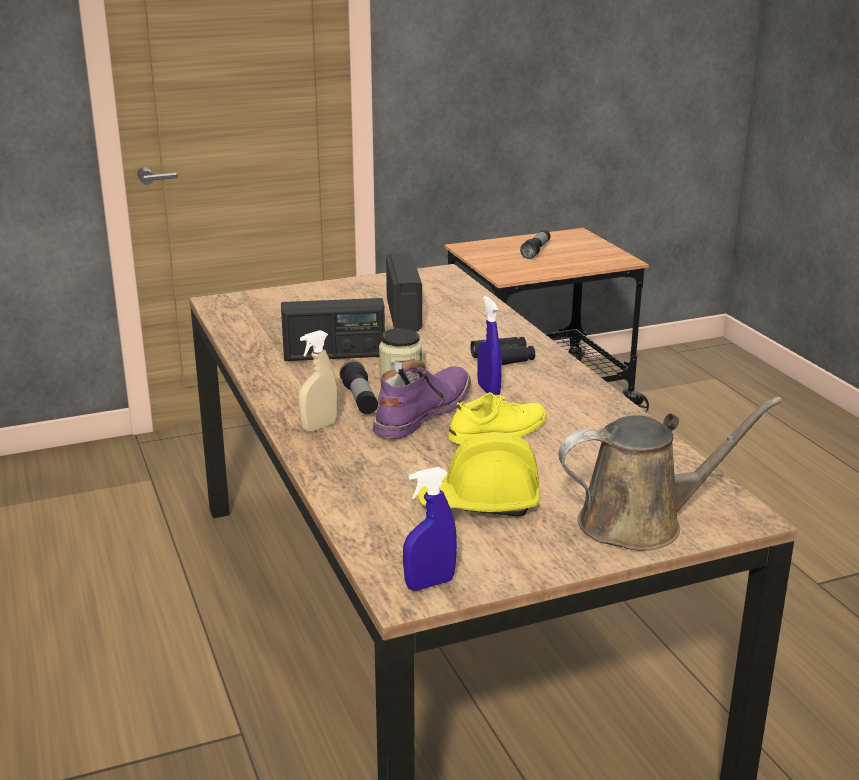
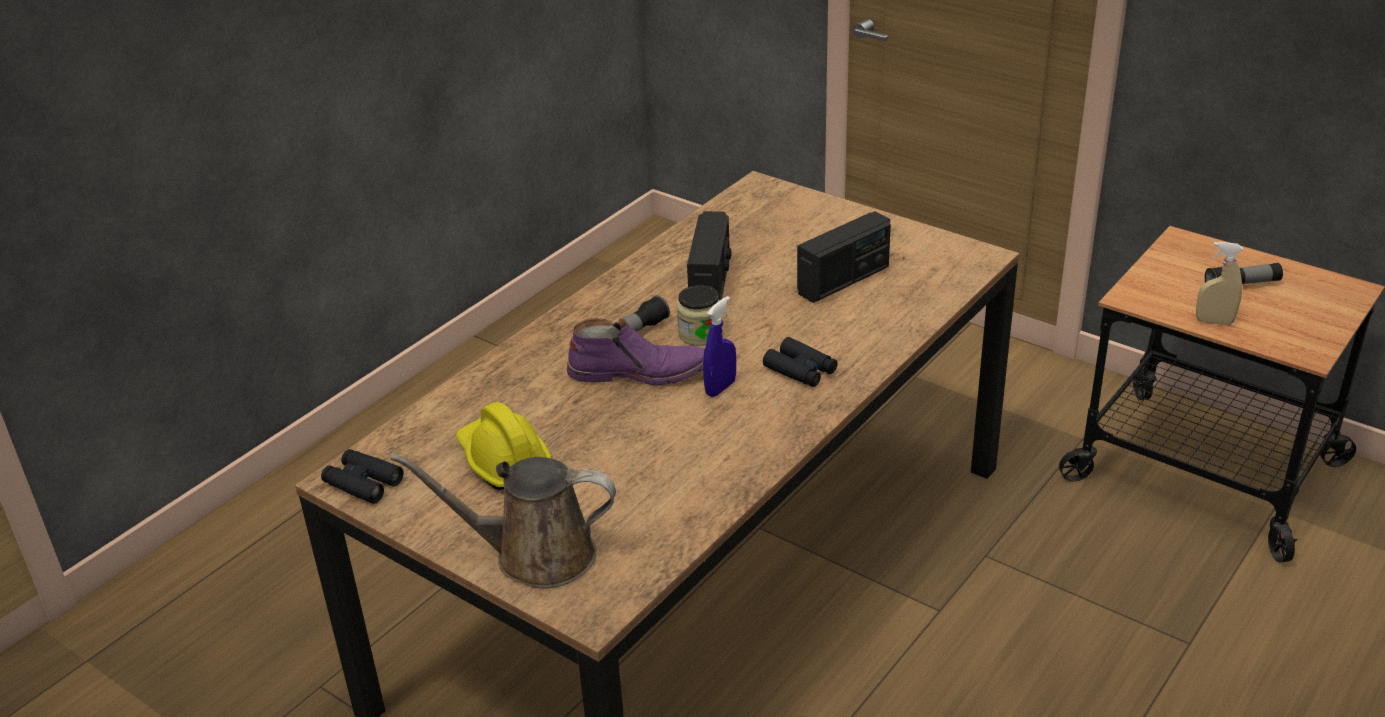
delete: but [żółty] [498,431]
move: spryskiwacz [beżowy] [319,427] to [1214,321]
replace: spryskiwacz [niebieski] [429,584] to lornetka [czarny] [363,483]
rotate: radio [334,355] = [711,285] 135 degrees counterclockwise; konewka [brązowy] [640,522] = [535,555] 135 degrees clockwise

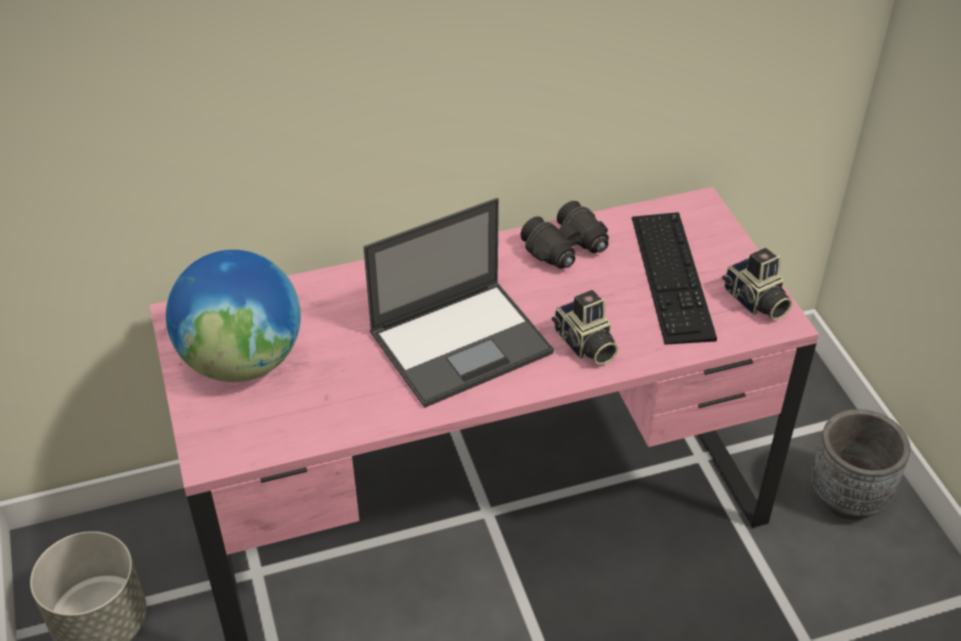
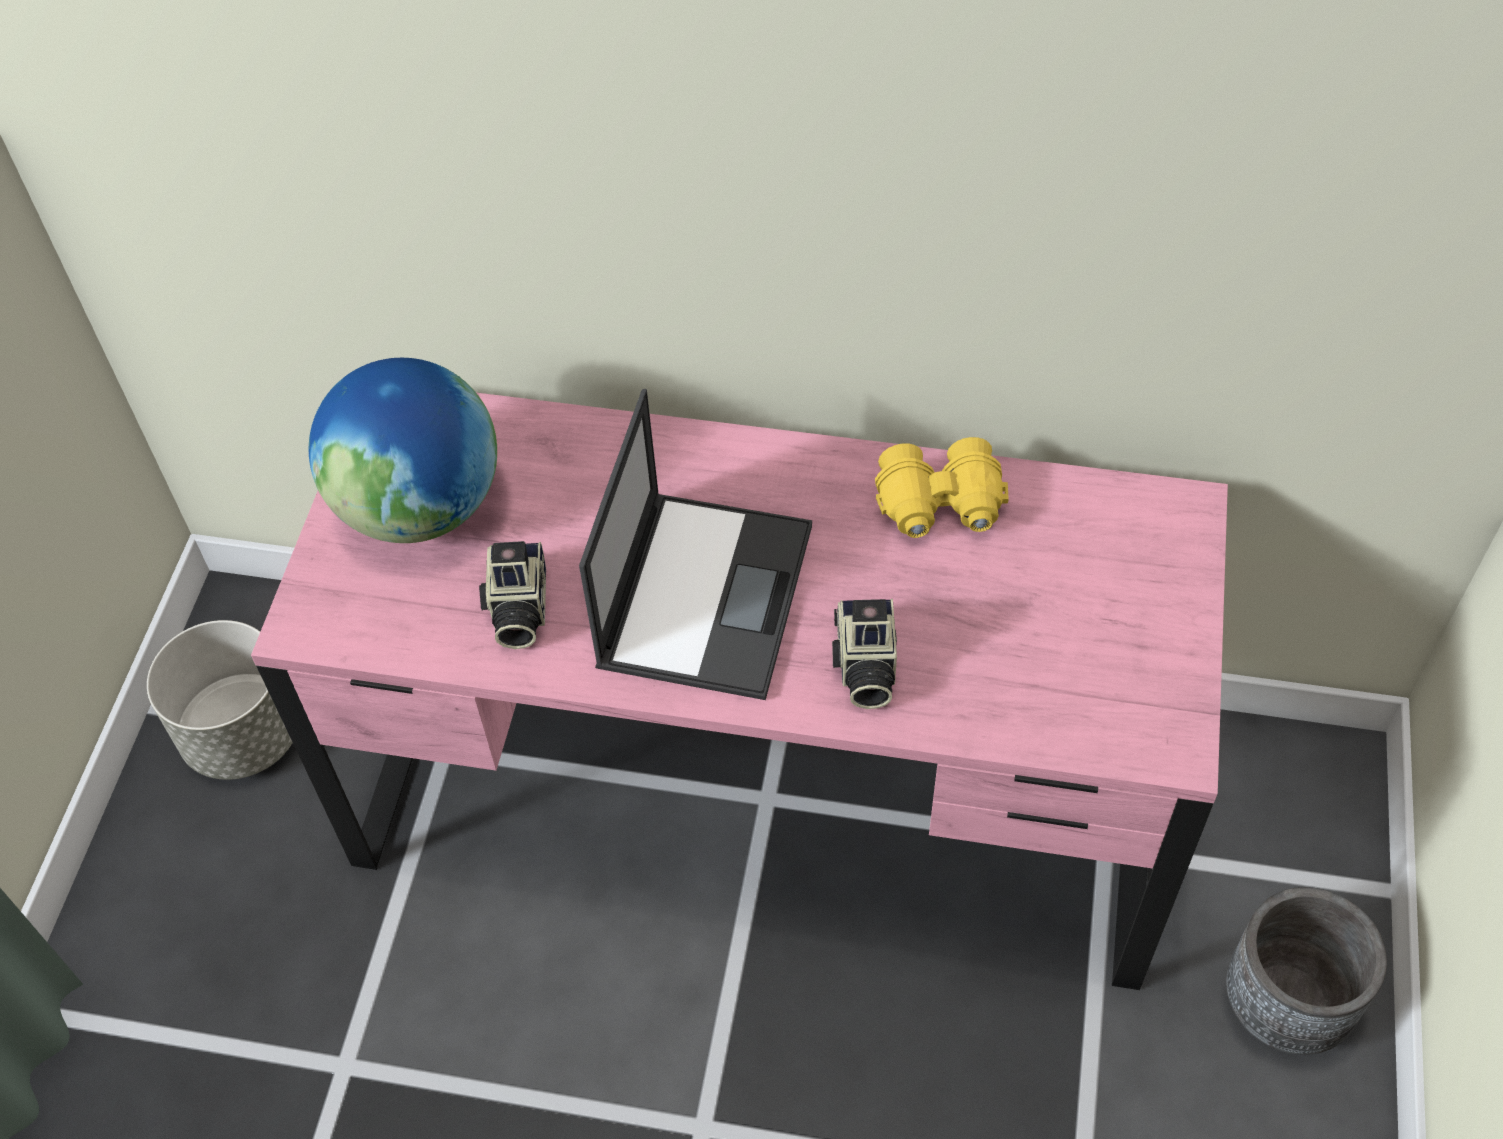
delete: klawiatura [671,276]
move: aparat fotograficzny [755,302] to [517,609]
recolor: lornetka [czarny] [567,249] to lornetka [żółty] [941,506]
rotate: laptop [462,342] = [706,593] 75 degrees counterclockwise

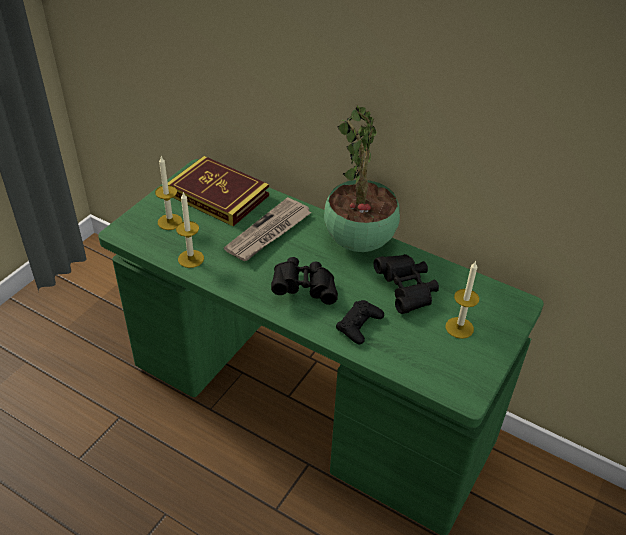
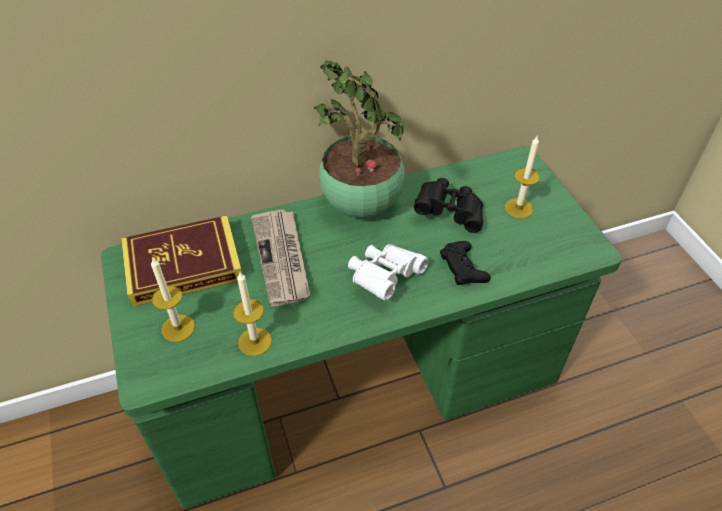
recolor: lornetka [czarny] [304,289] to lornetka [biały] [384,278]

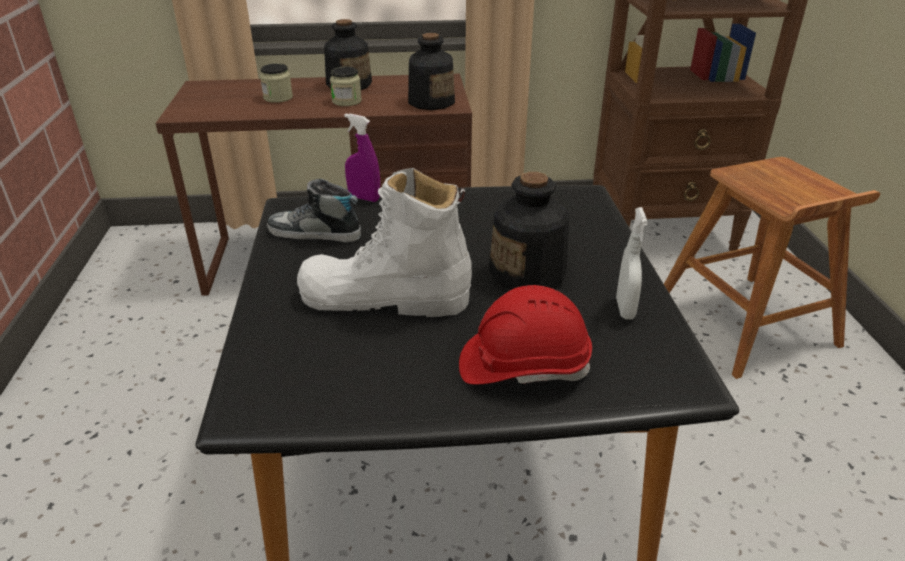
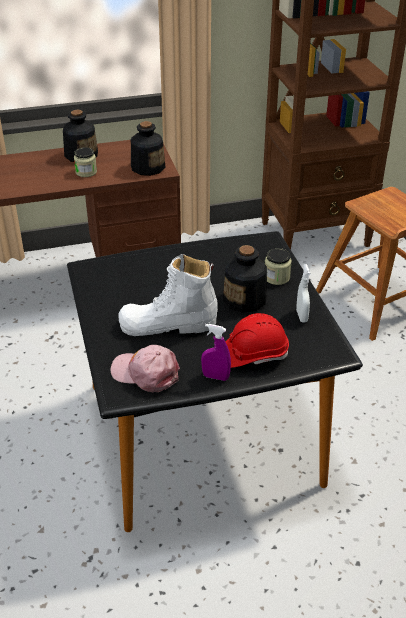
delete: but [314,233]
insert: czapka z daszkiem [różowy] [146,373]
move: słoik [278,98] to [276,277]; spryskiwacz [fioletowy] [364,198] to [215,377]

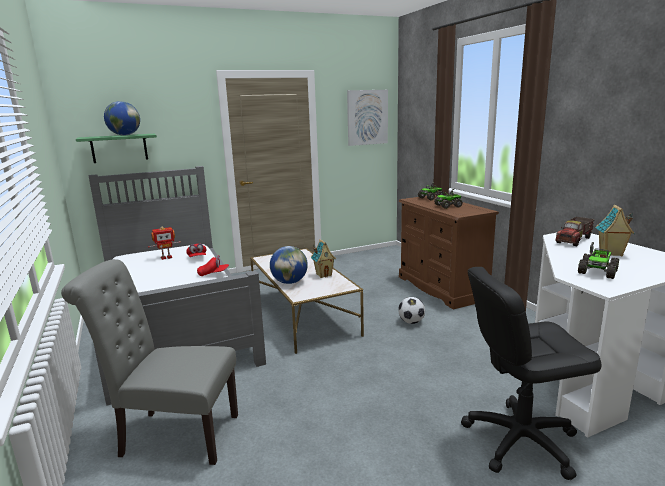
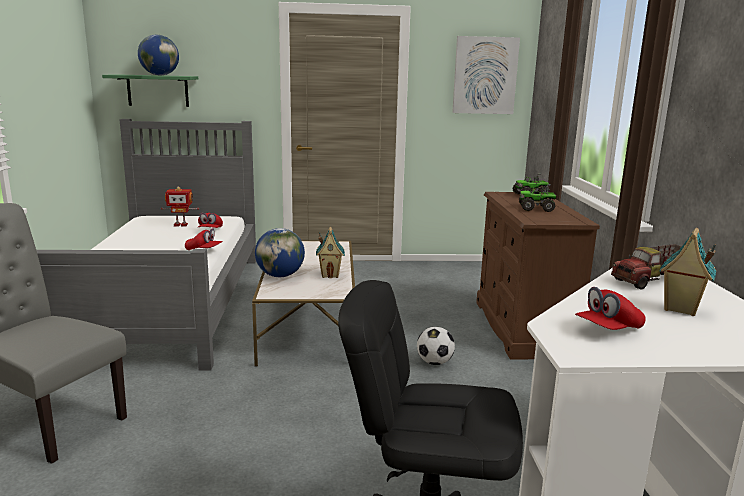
replace: ciężarówka zabawkowa [597,272] to czapka z daszkiem [czerwony] [608,329]

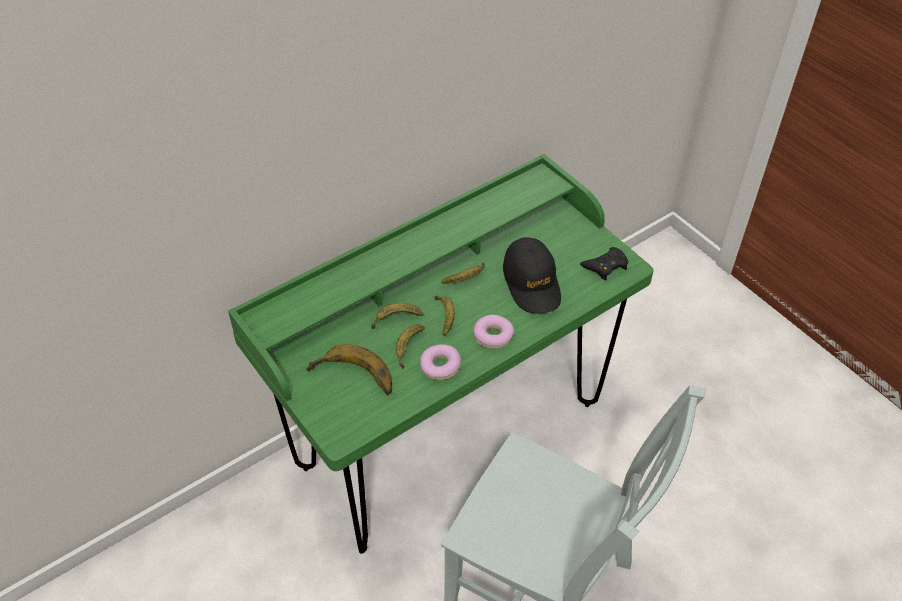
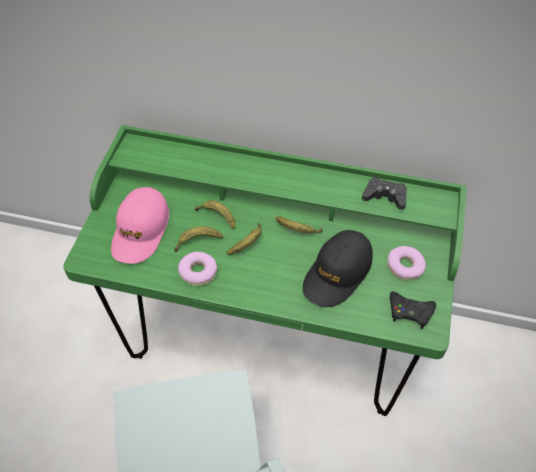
insert: pad do gier [czarny] [384,196]
move: donut [493,336] to [405,266]
replace: banan [352,379] to czapka z daszkiem [różowy] [141,231]

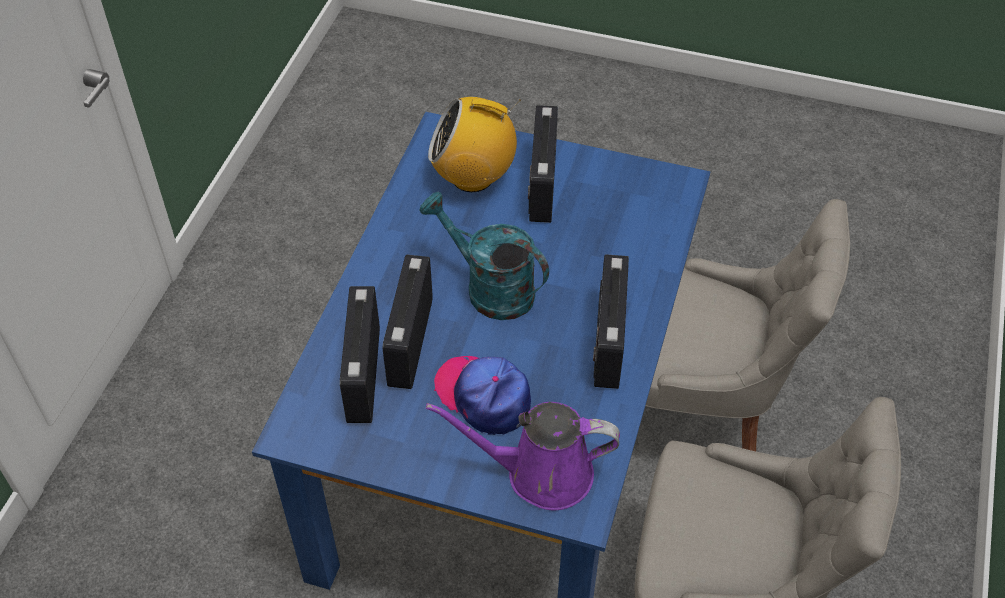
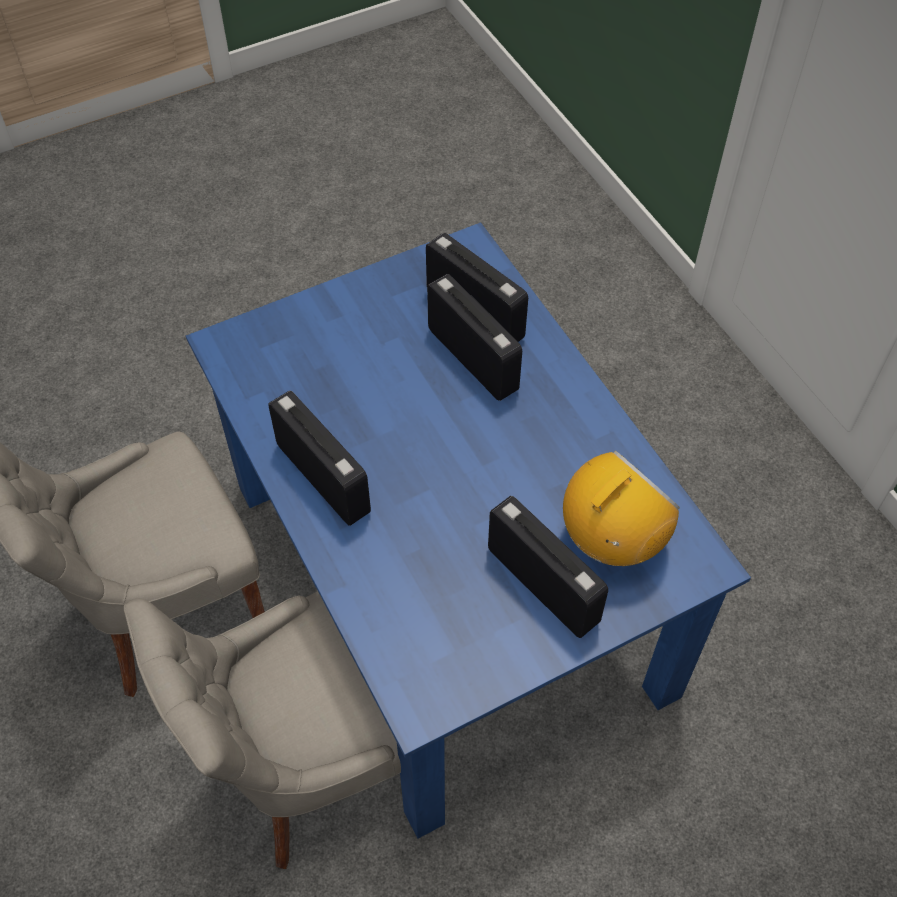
delete: konewka [turkusowy] [489,288]; czapka z daszkiem [484,396]; konewka [fioletowy] [540,473]

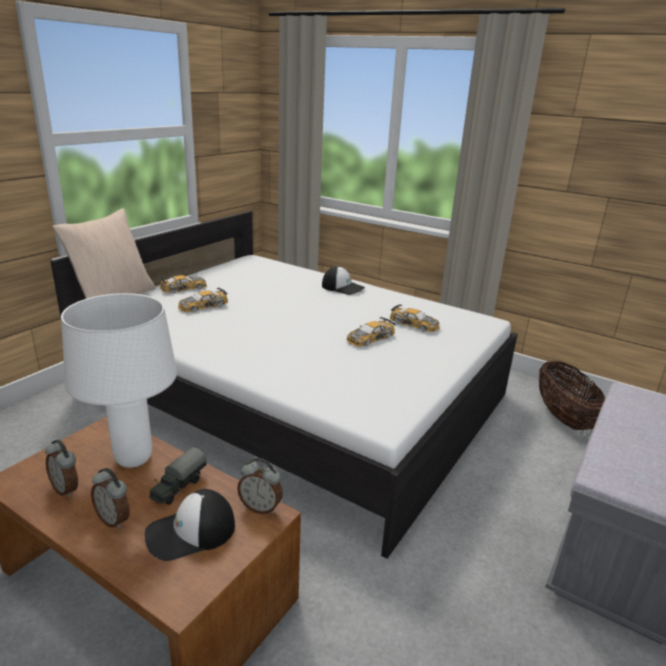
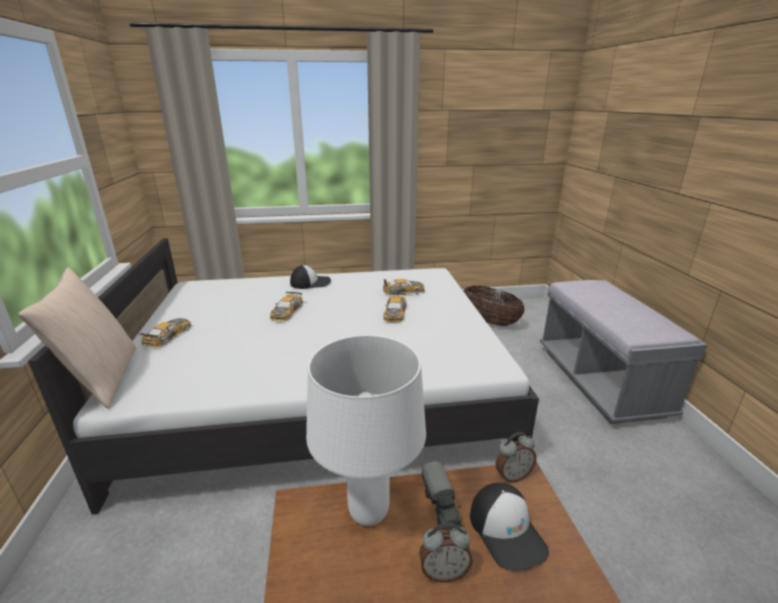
delete: budzik [66,489]
move: samochodzik [202,306] to [287,311]
rotate: czapka z daszkiem [190,532] = [507,531] 45 degrees counterclockwise

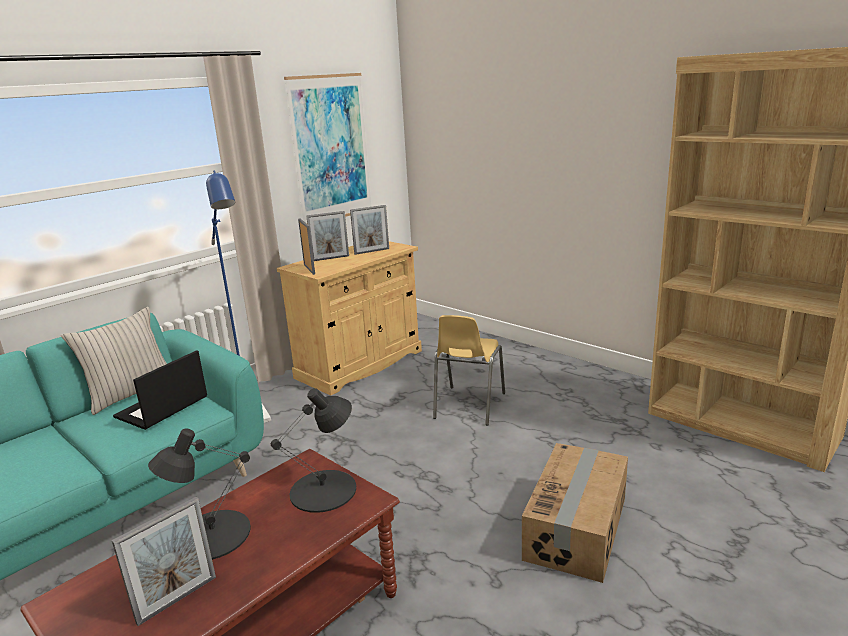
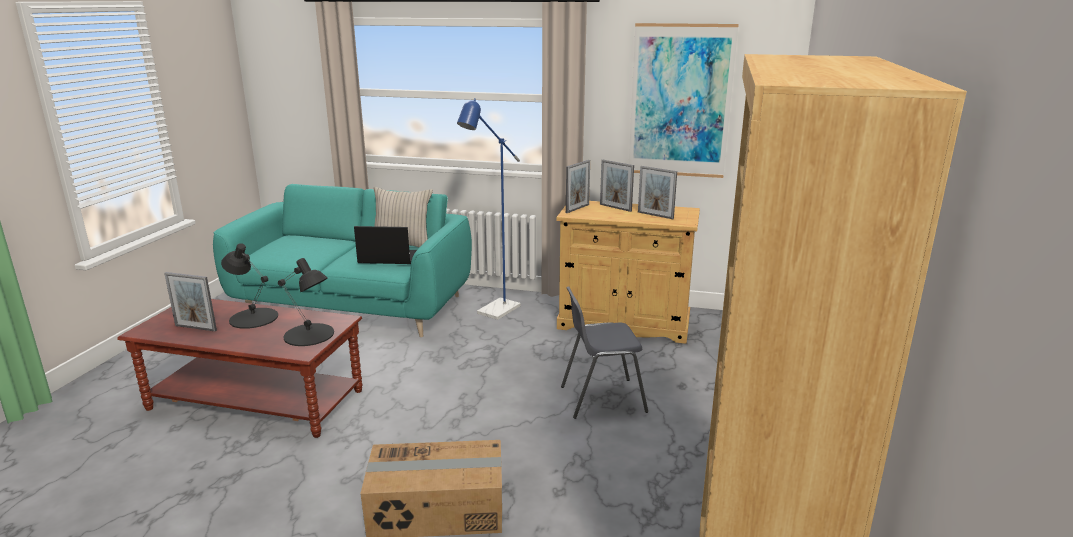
recolor: krzesło [żółty] [468,406] to krzesło [szary] [601,398]

